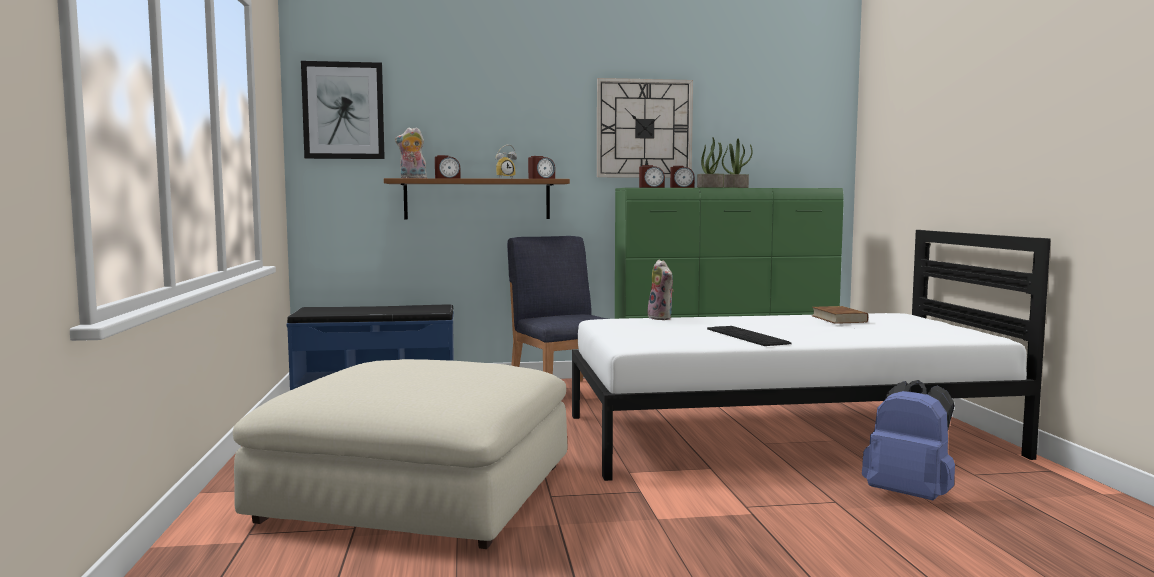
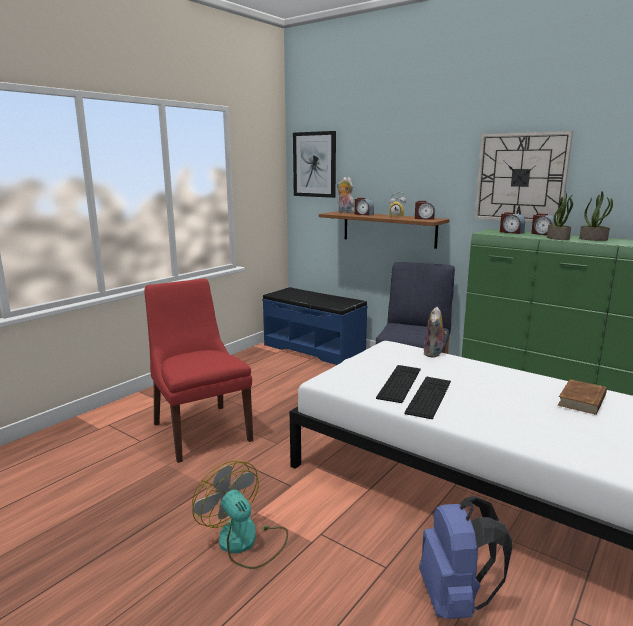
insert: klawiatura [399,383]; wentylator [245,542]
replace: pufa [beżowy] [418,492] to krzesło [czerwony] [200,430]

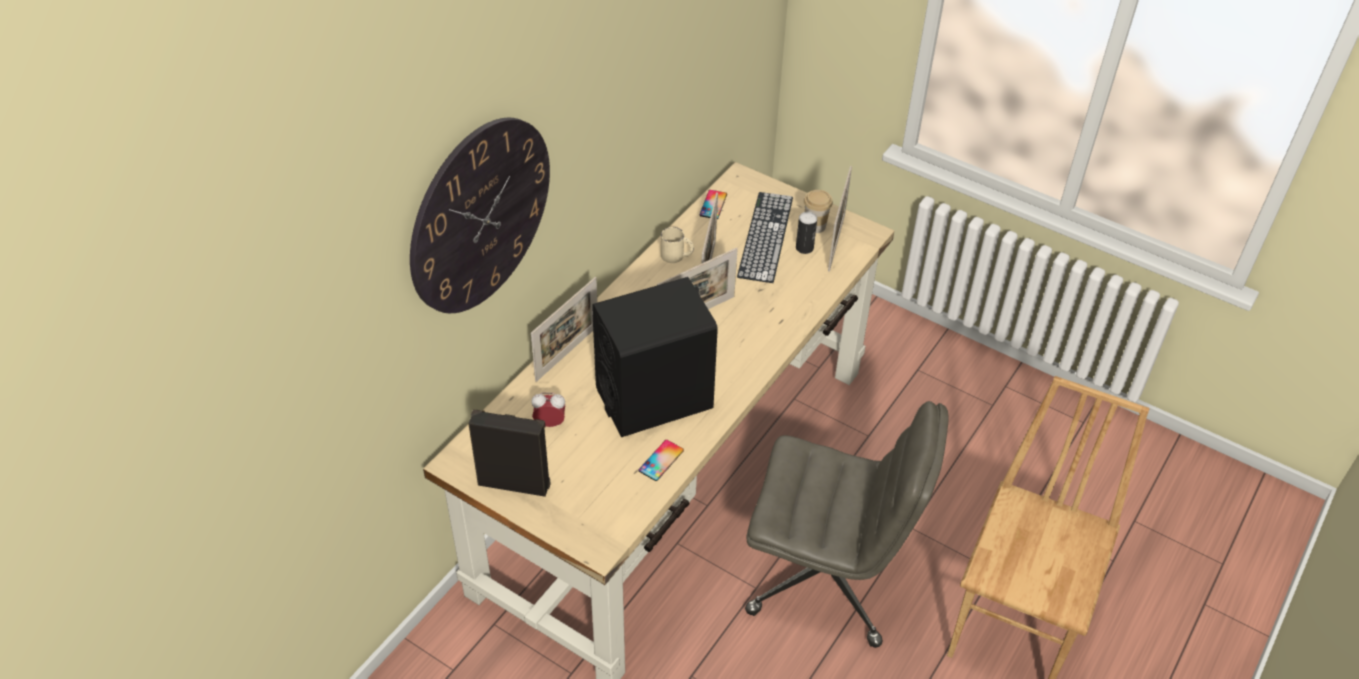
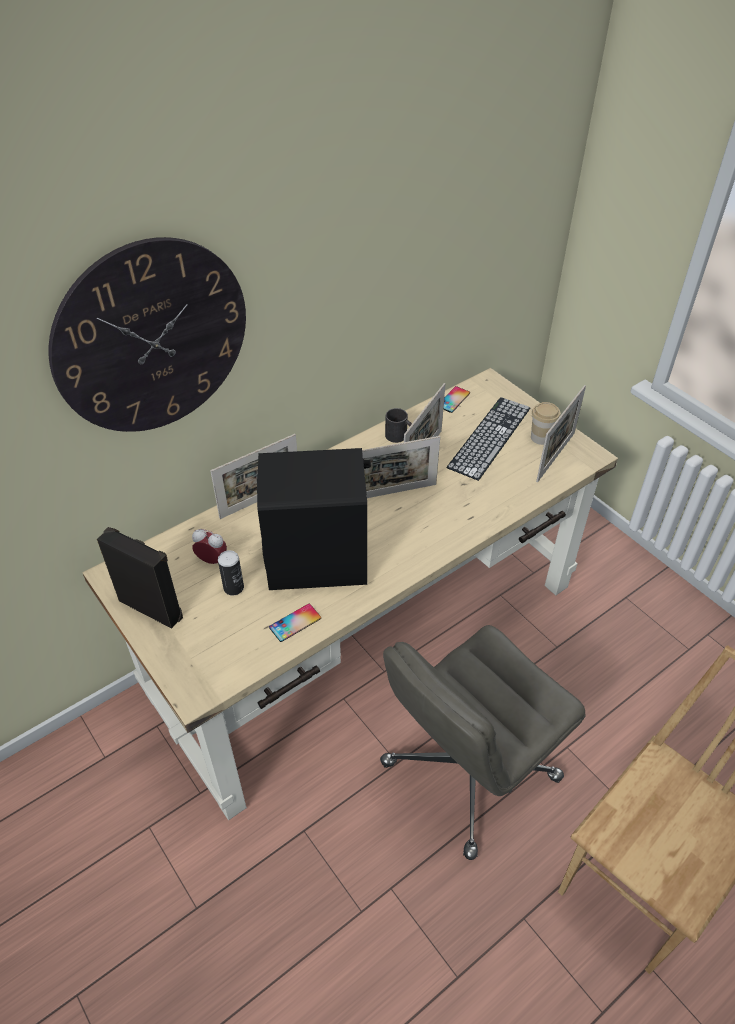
move: puszka [804,248] to [233,587]
recolor: kubek [beżowy] [677,256] to kubek [czarny] [400,437]
rotate: krzesło biurowe [szary] [828,577] = [469,772] 105 degrees clockwise

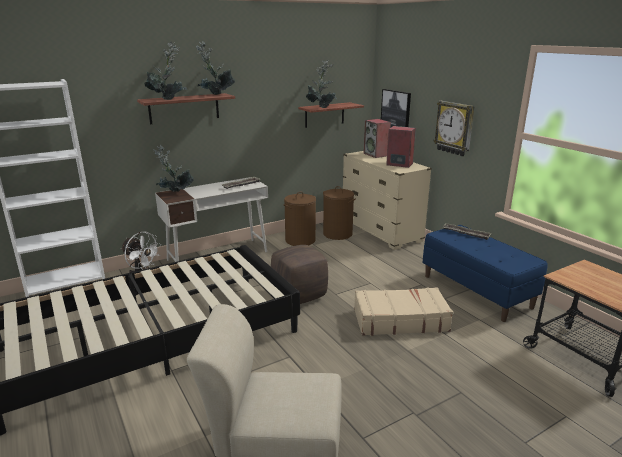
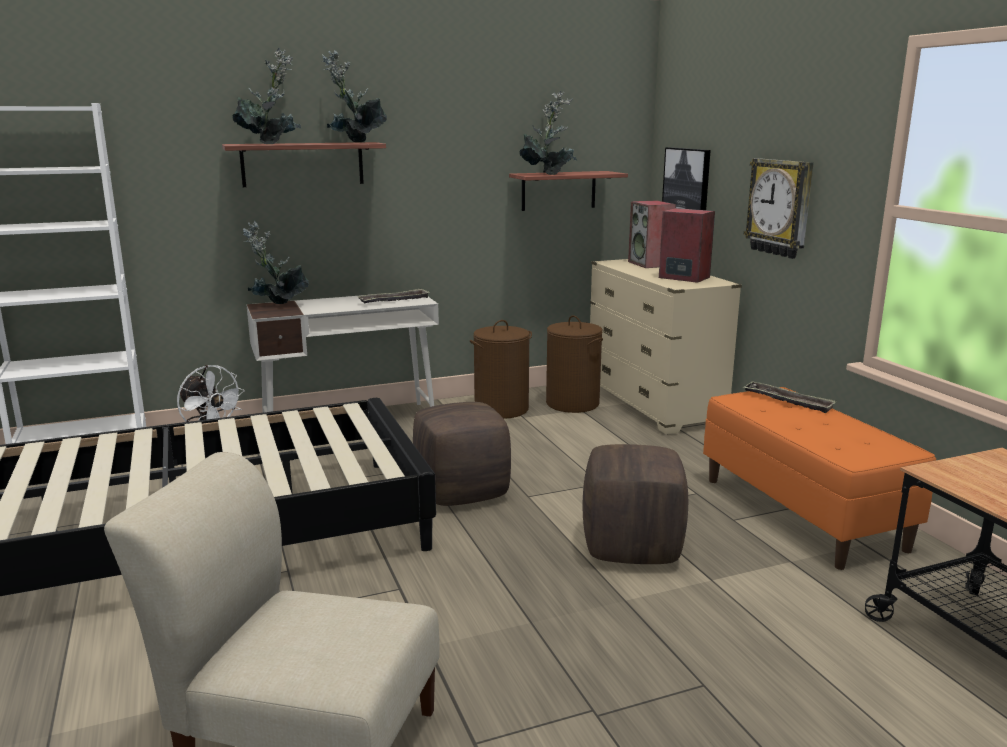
replace: walizka [beżowy] [400,320] to pufa [brązowy] [631,548]
recolor: ławka [niebieski] [477,291] to ławka [pomarańczowy] [803,513]

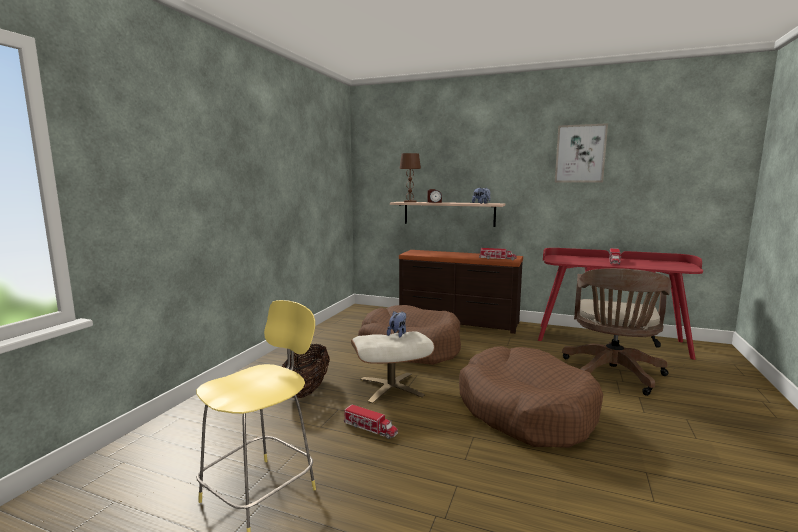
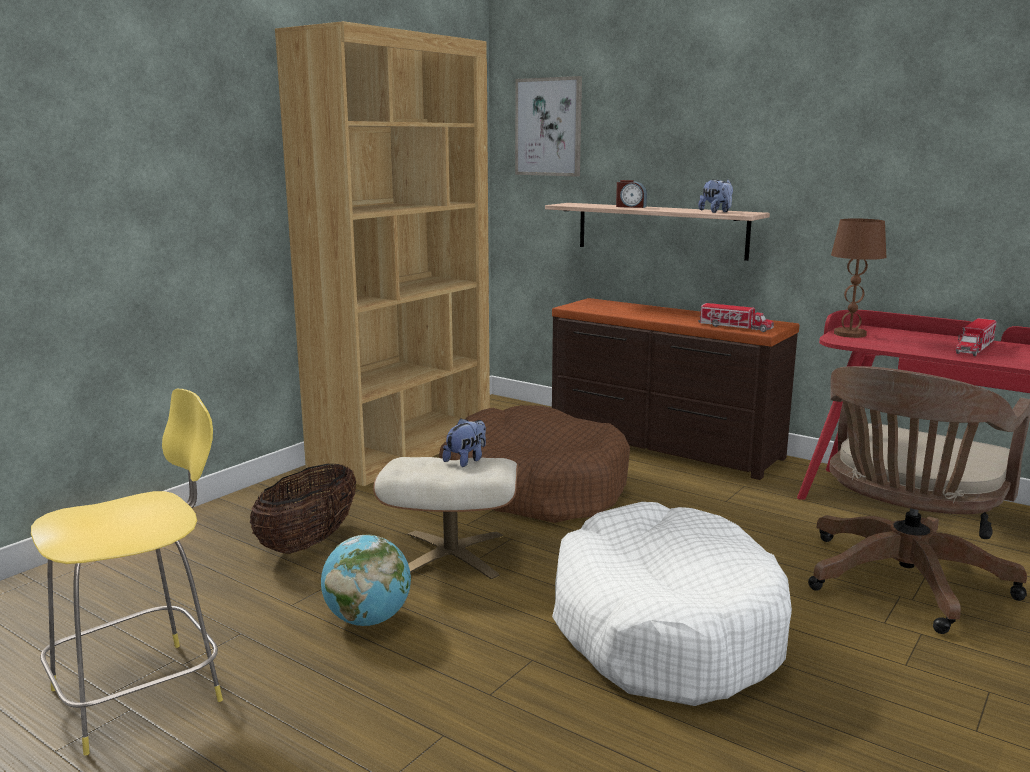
insert: regał [brązowy] [403,449]
move: obraz [580,154] to [549,127]; lampa stołowa [brązowy] [410,202] to [850,334]
replace: ciężarówka zabawkowa [370,428] to globus [368,620]
recolor: legowisko [brązowy] [525,410] to legowisko [biały] [664,628]

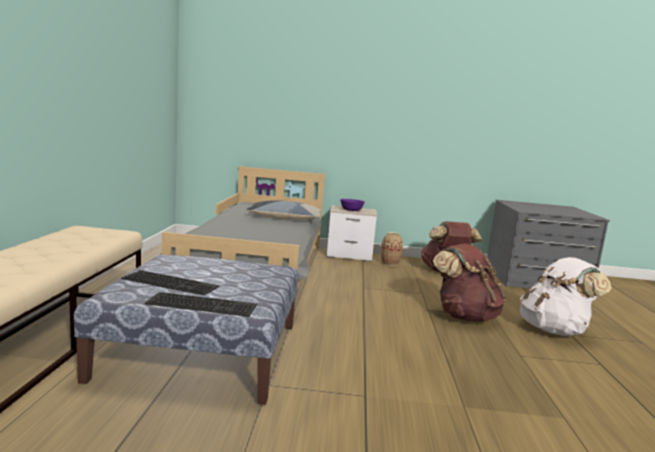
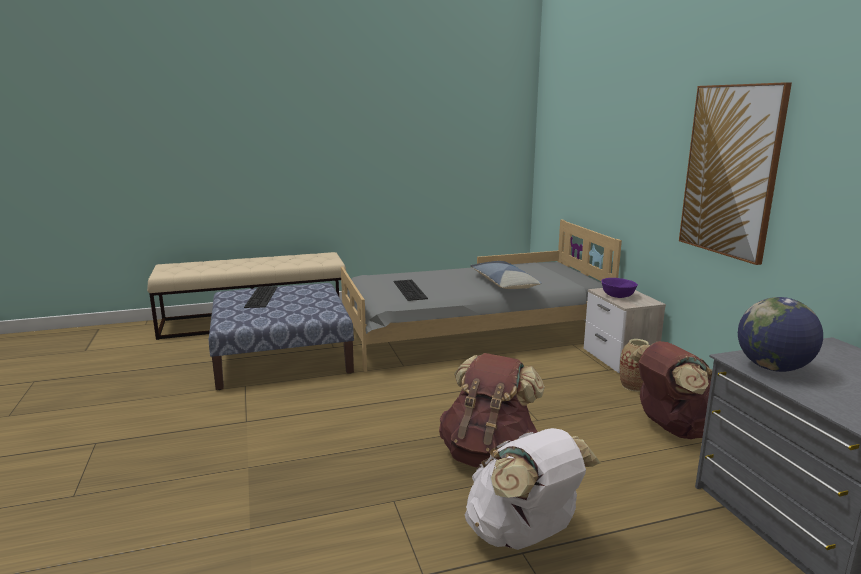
insert: obraz [731,171]; globus [773,368]
move: klawiatura [204,303] to [411,290]

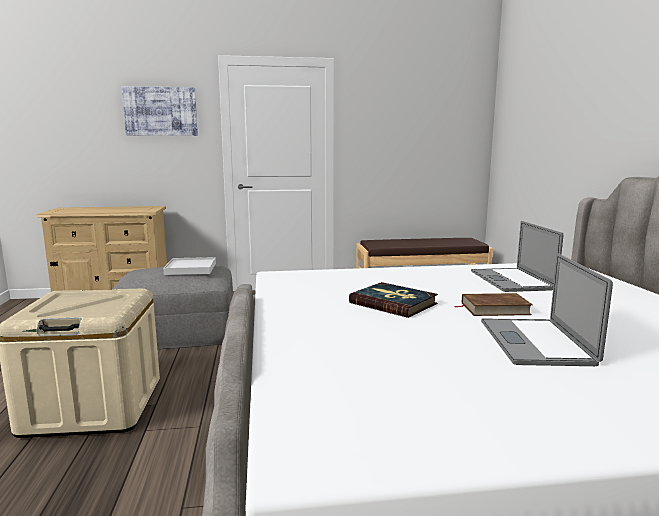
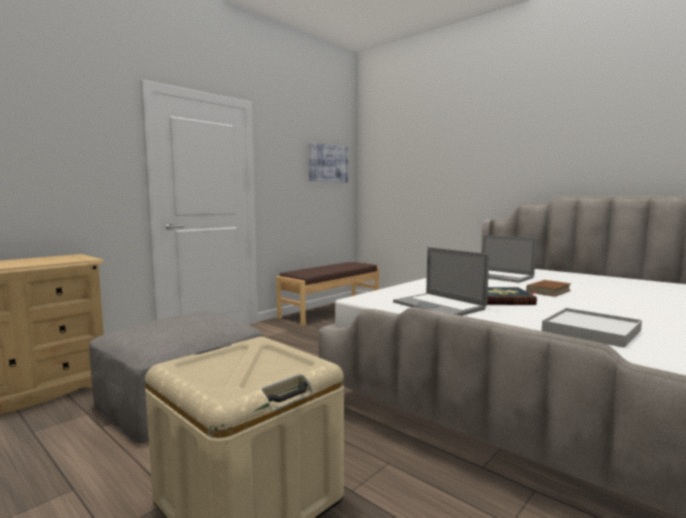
move: obraz [160,111] to [328,163]; laptop [535,342] to [438,305]; taca [biały] [191,269] to [591,330]

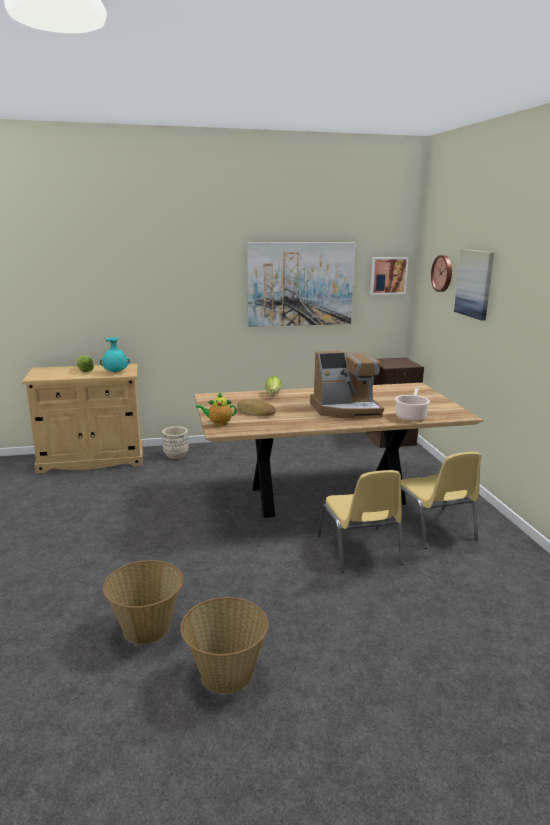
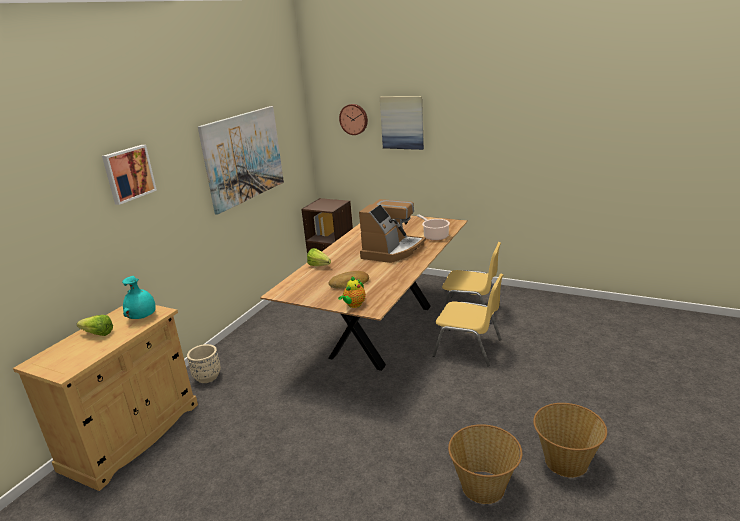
move: obraz [388,275] to [128,173]

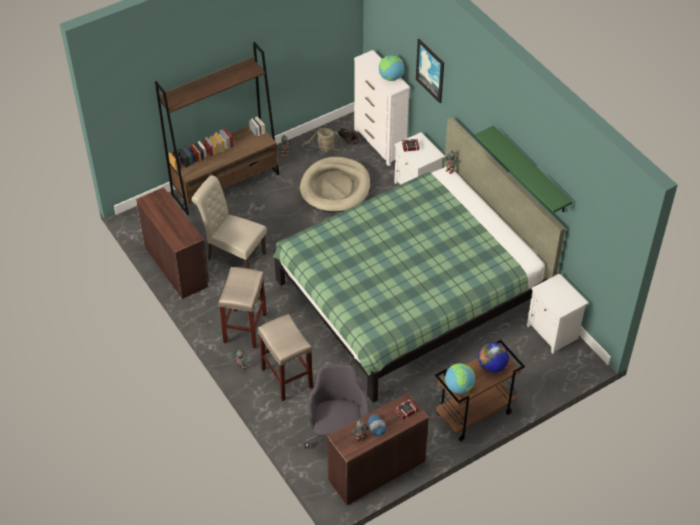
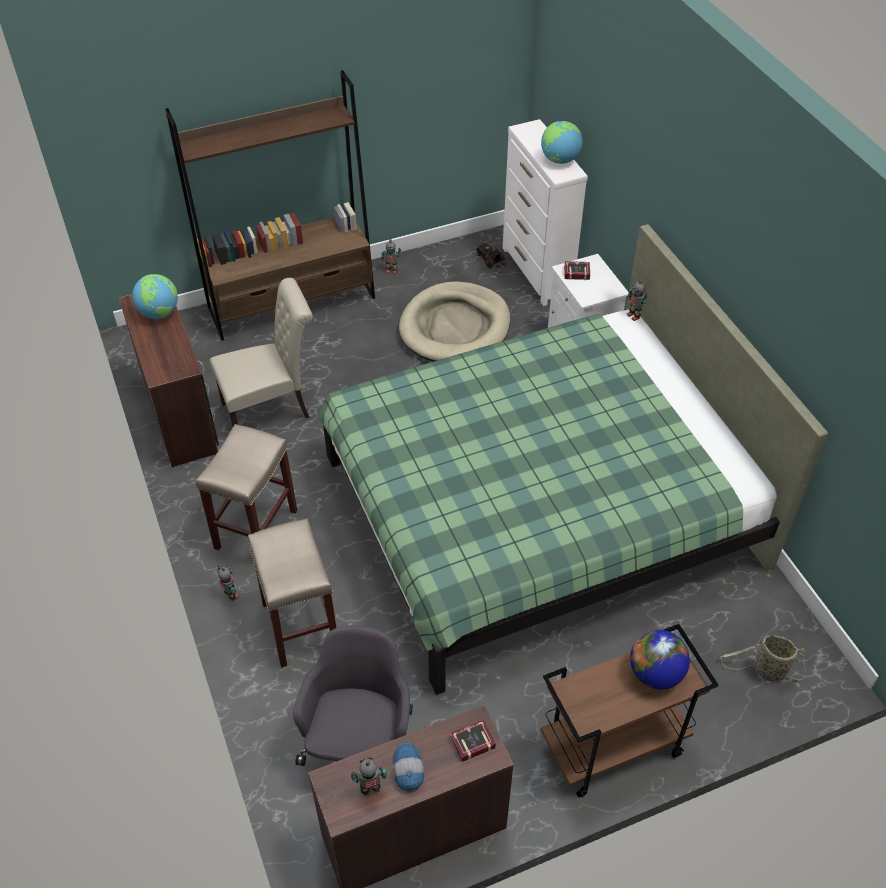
delete: obraz [430,70]; półka [zielony] [530,170]; szafka nocna [biały] [553,332]
move: koszyk [324,149] to [766,670]; globus [459,387] to [159,313]
rotate: krzesło [beżowy] [233,255] = [271,409] 120 degrees clockwise

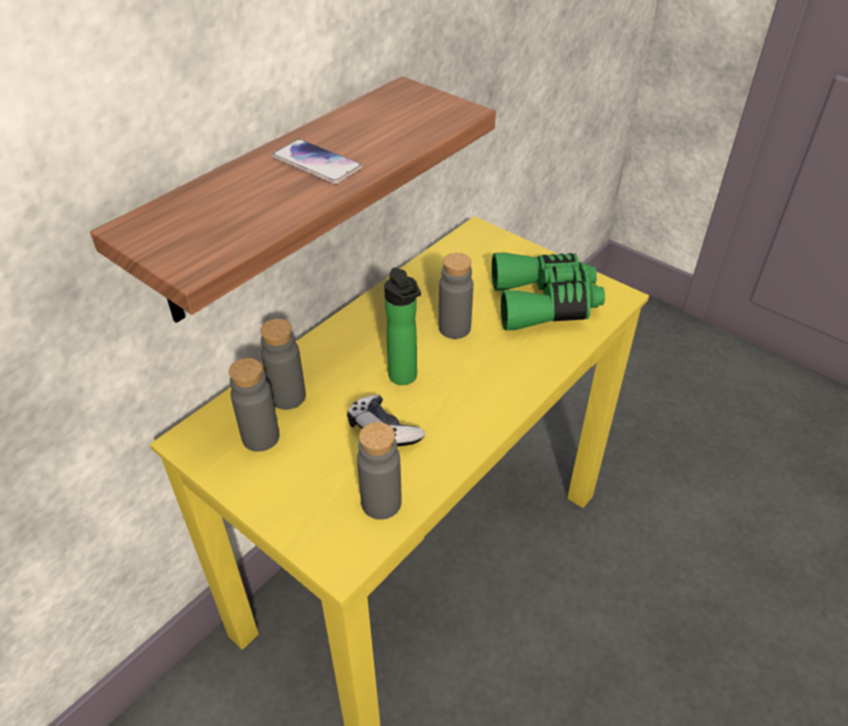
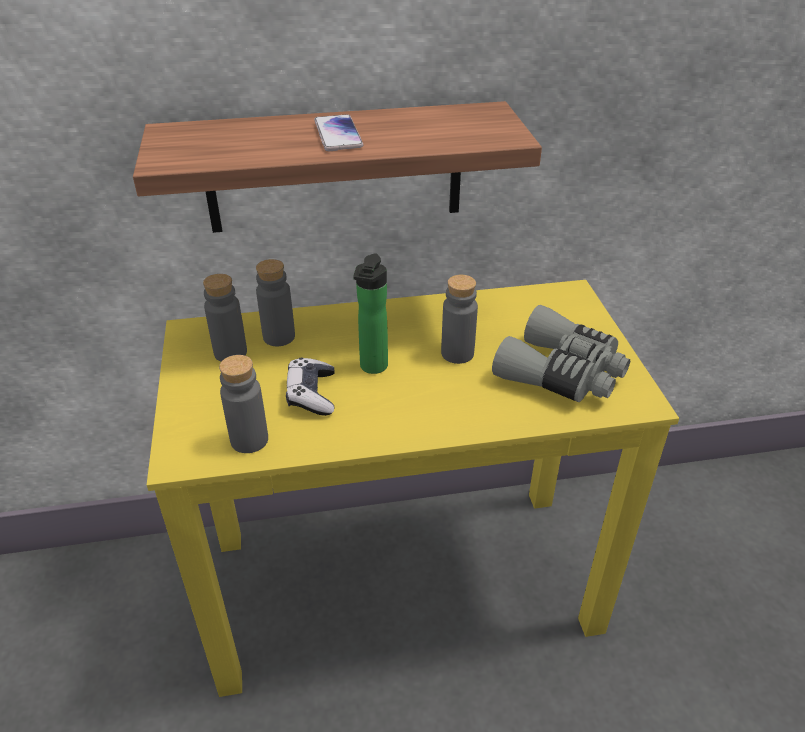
recolor: lornetka [zielony] [545,303] to lornetka [szary] [562,373]

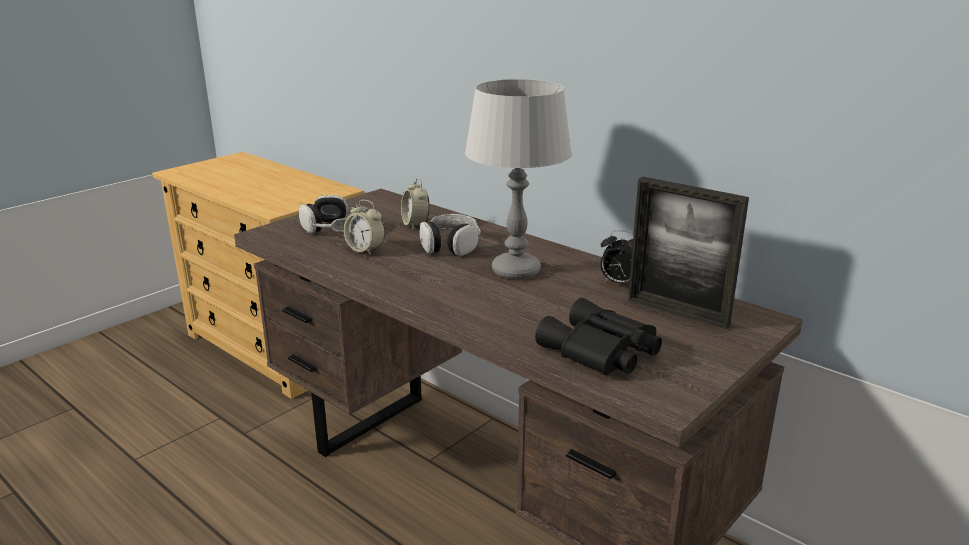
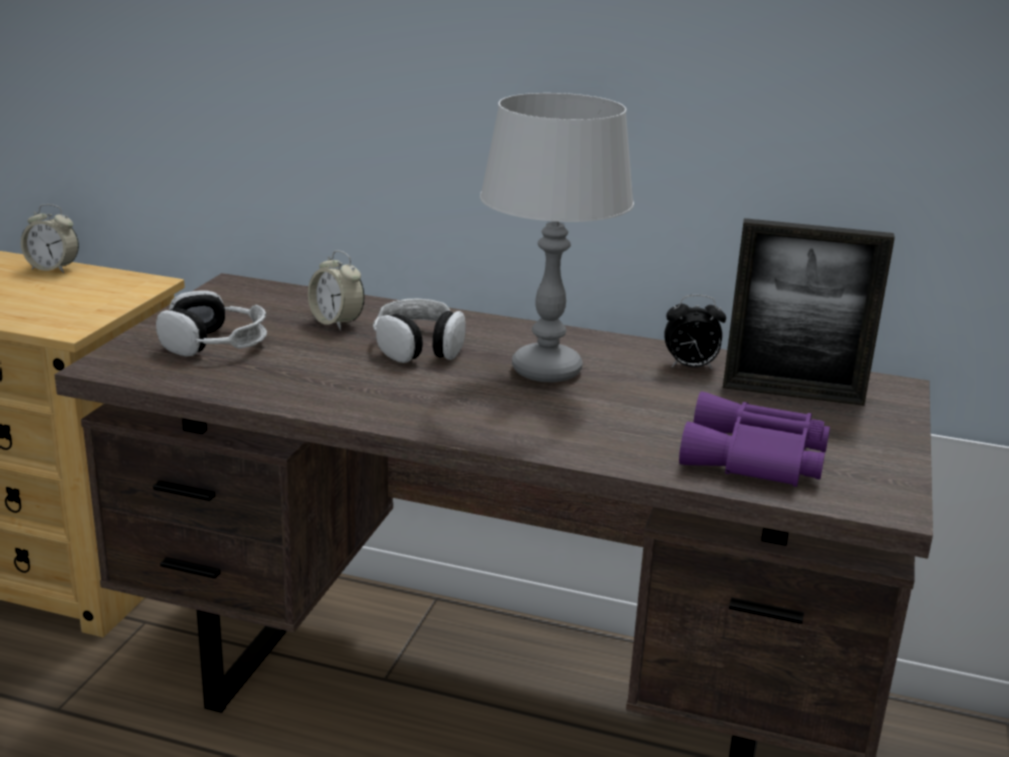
move: budzik [365,250] to [53,269]
recolor: lornetka [czarny] [600,351] to lornetka [fioletowy] [755,459]

